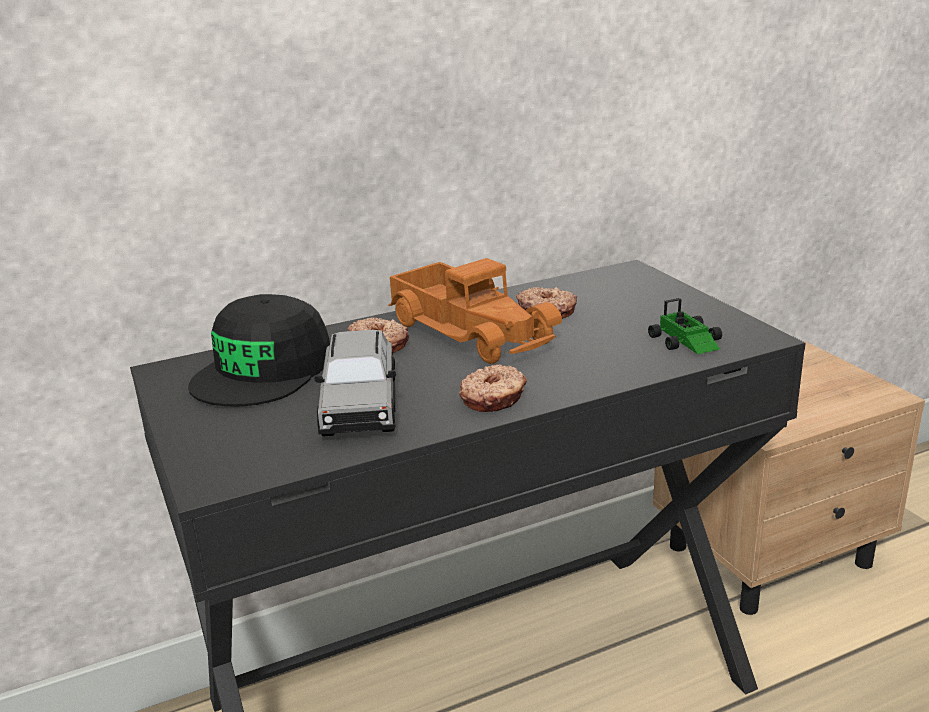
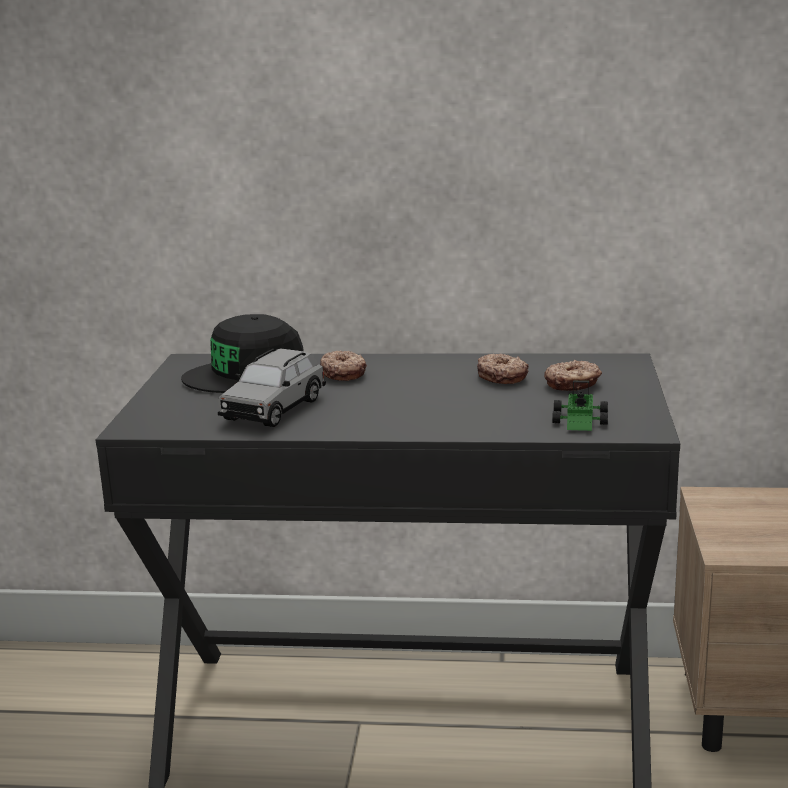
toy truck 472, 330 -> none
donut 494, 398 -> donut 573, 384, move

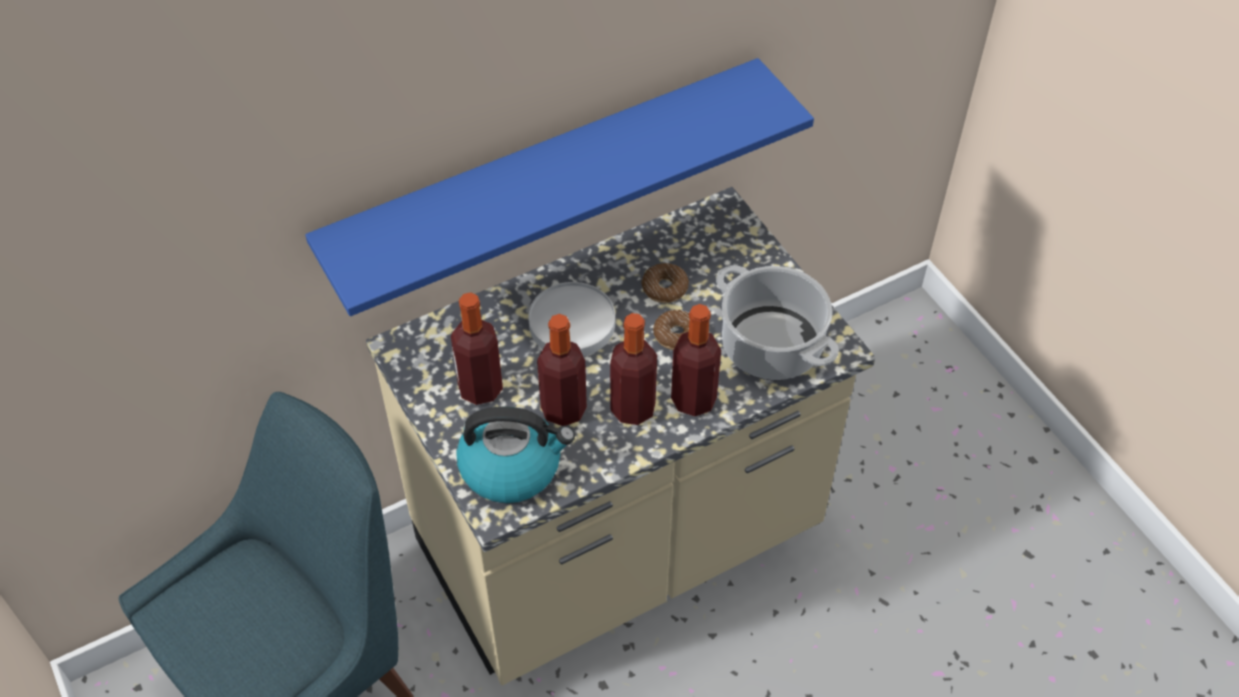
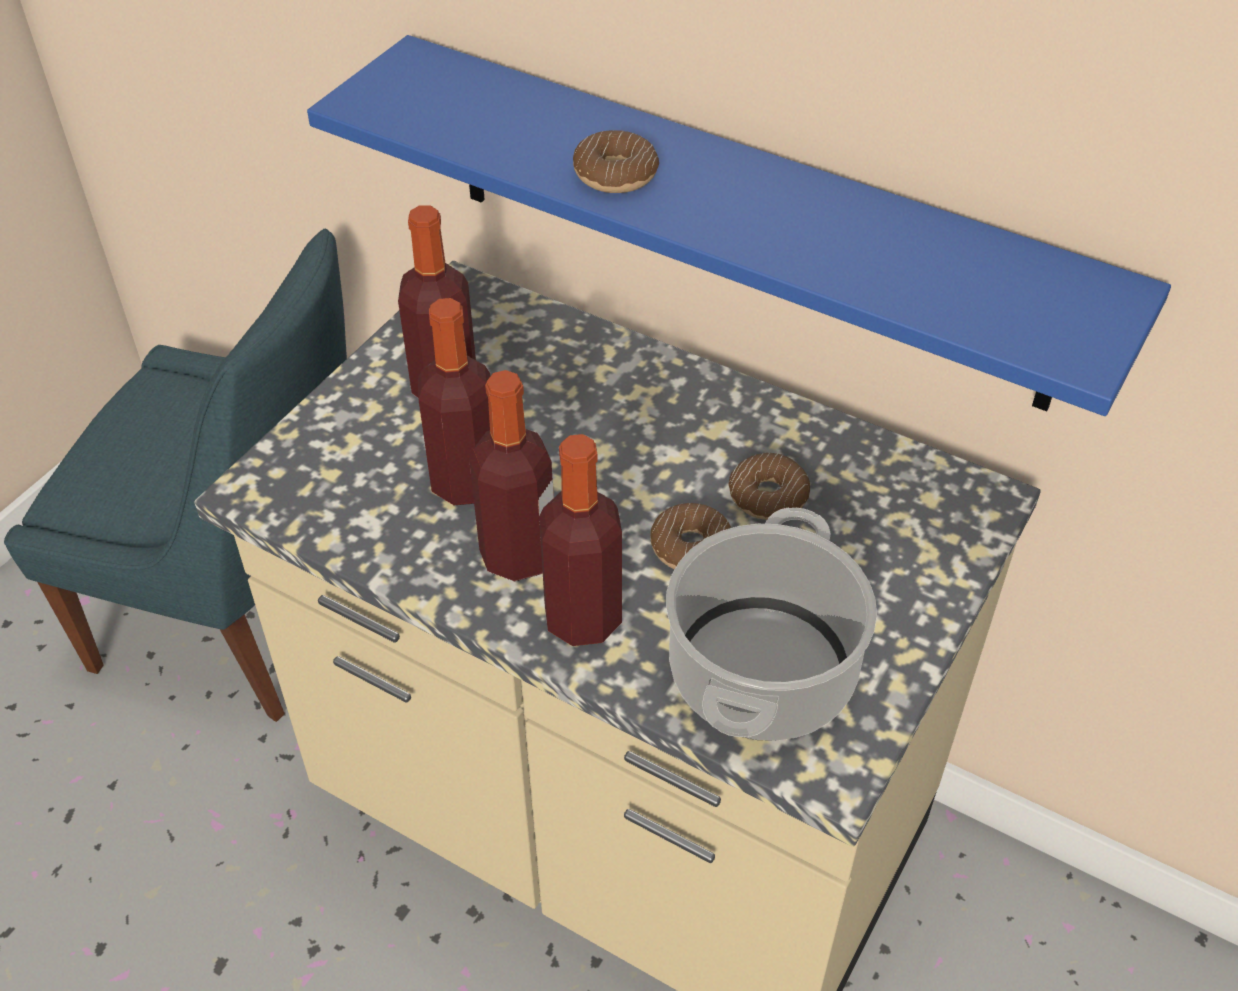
white plate 572, 324 -> none
kettle 512, 467 -> none
none -> donut 615, 174

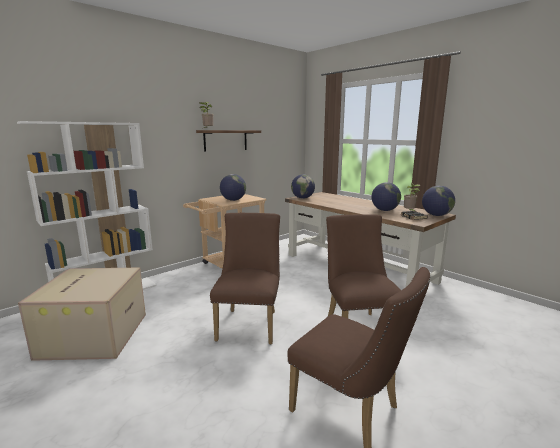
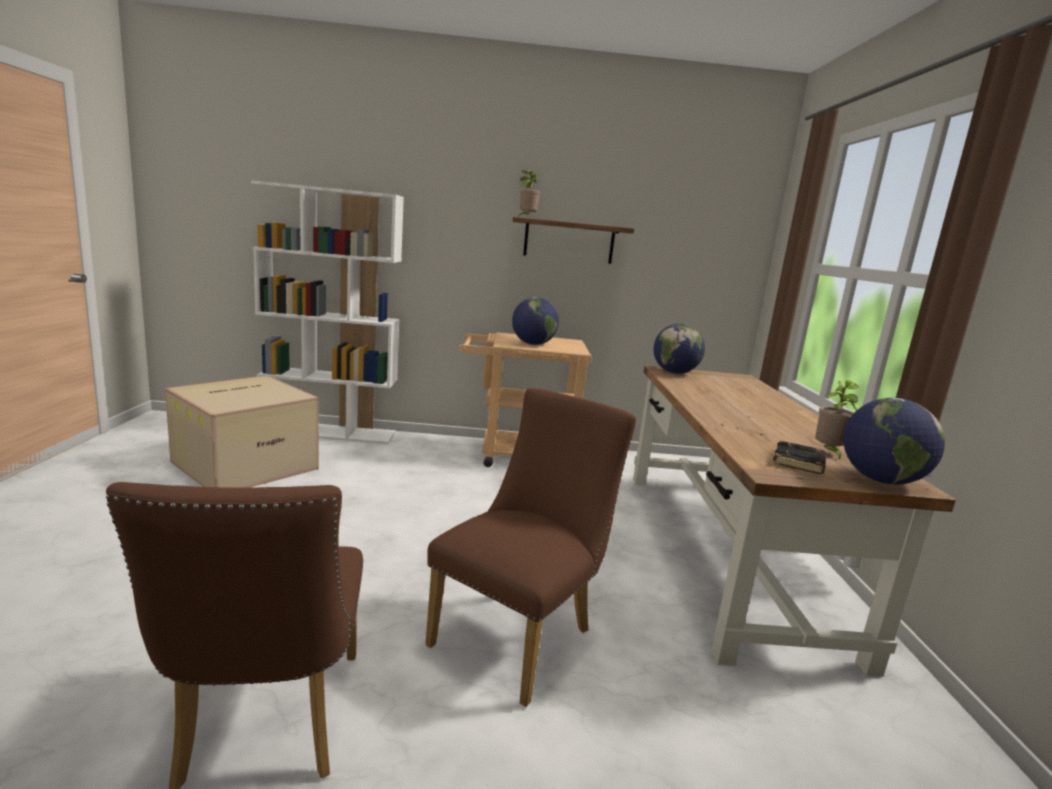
globe 384, 210 -> none
brown chair 250, 323 -> none

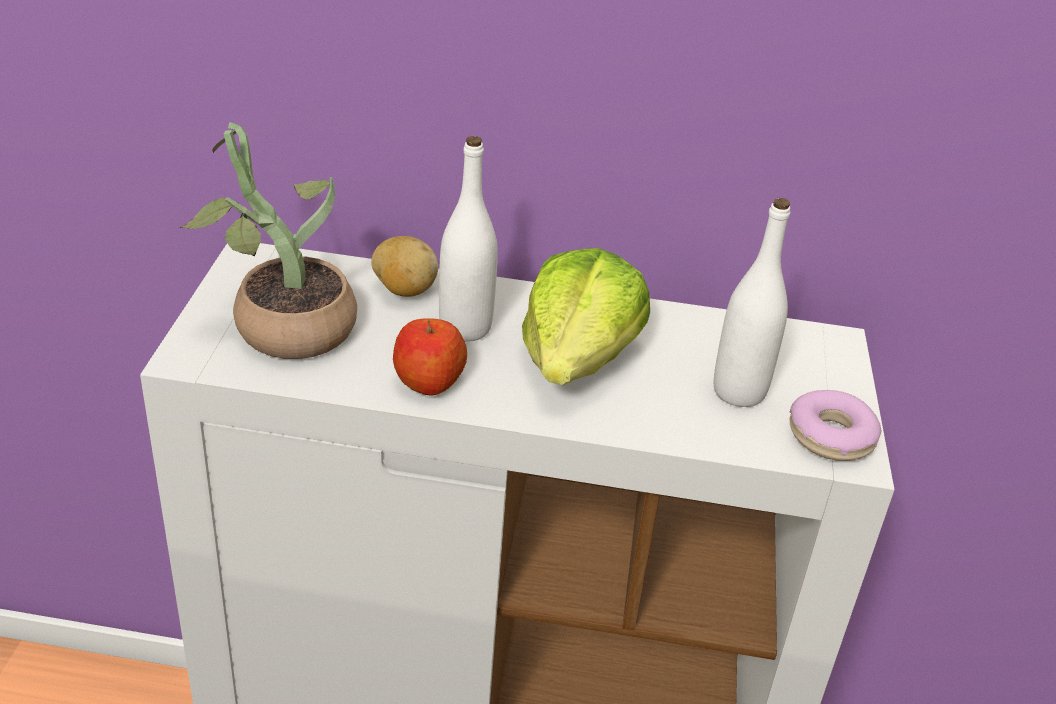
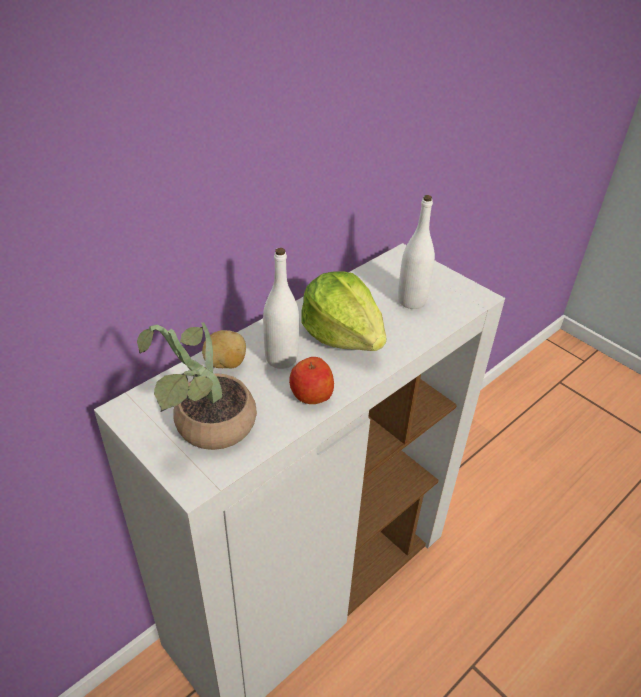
donut 831, 436 -> none

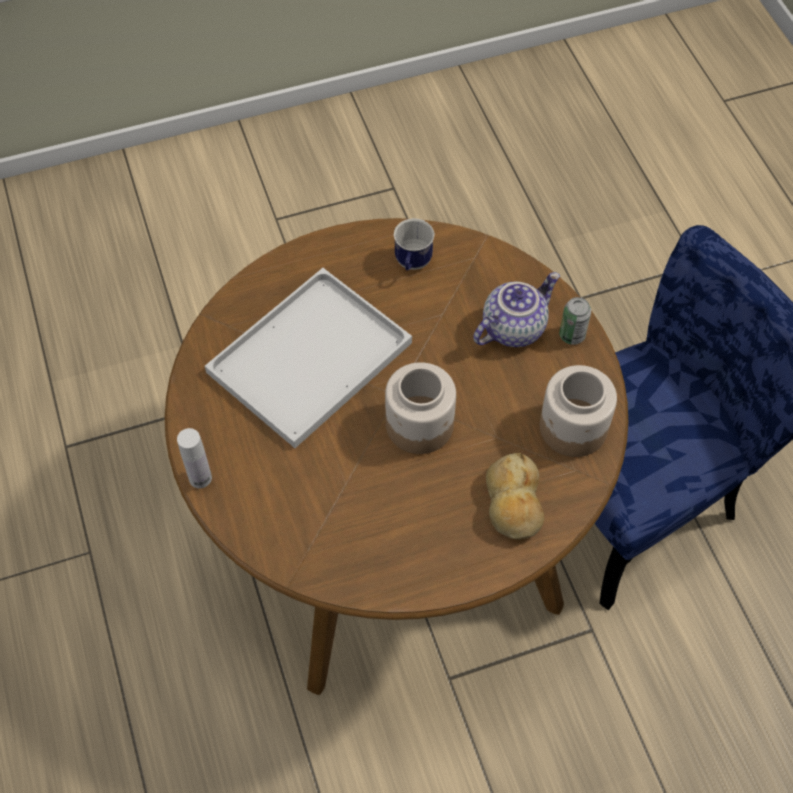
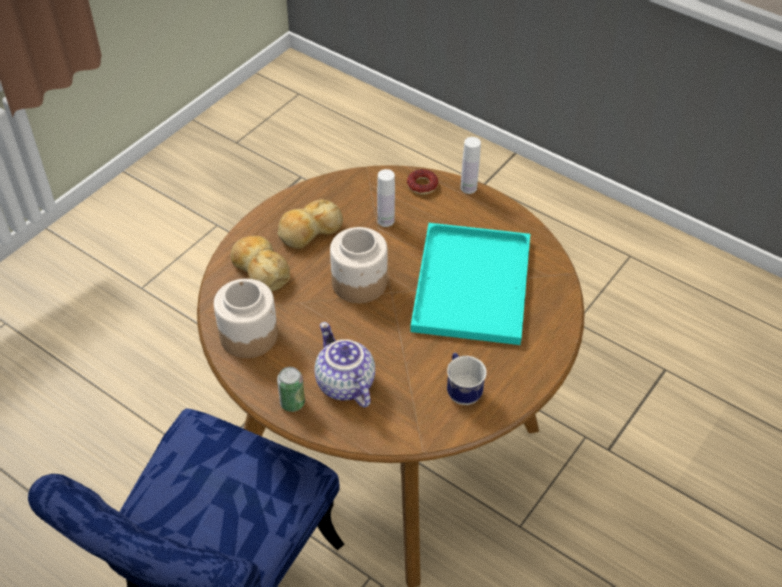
white tray 311, 354 -> turquoise tray 473, 287
teapot 513, 327 -> teapot 343, 384, 135 degrees clockwise
none -> white bottle 385, 221
none -> donut 422, 185
none -> bread 309, 231

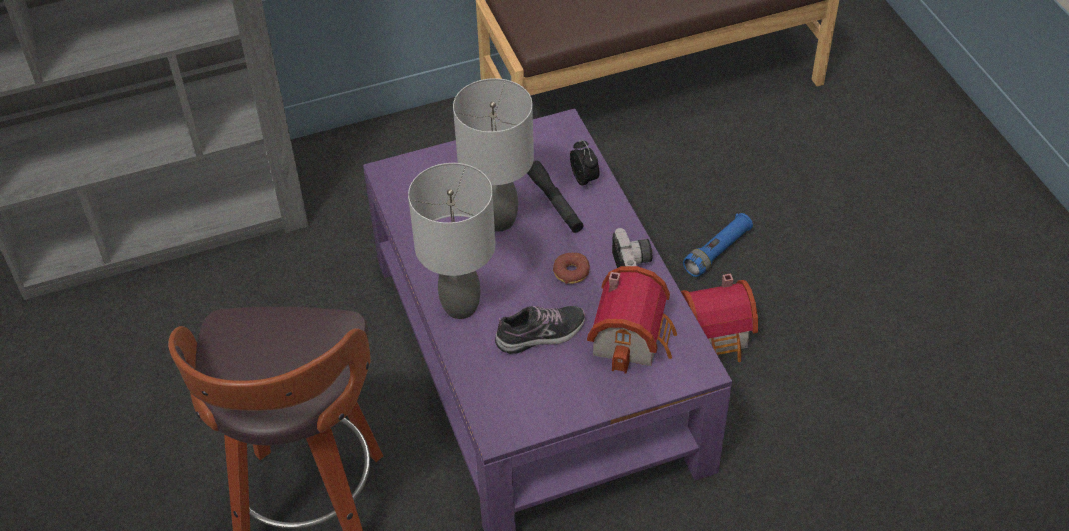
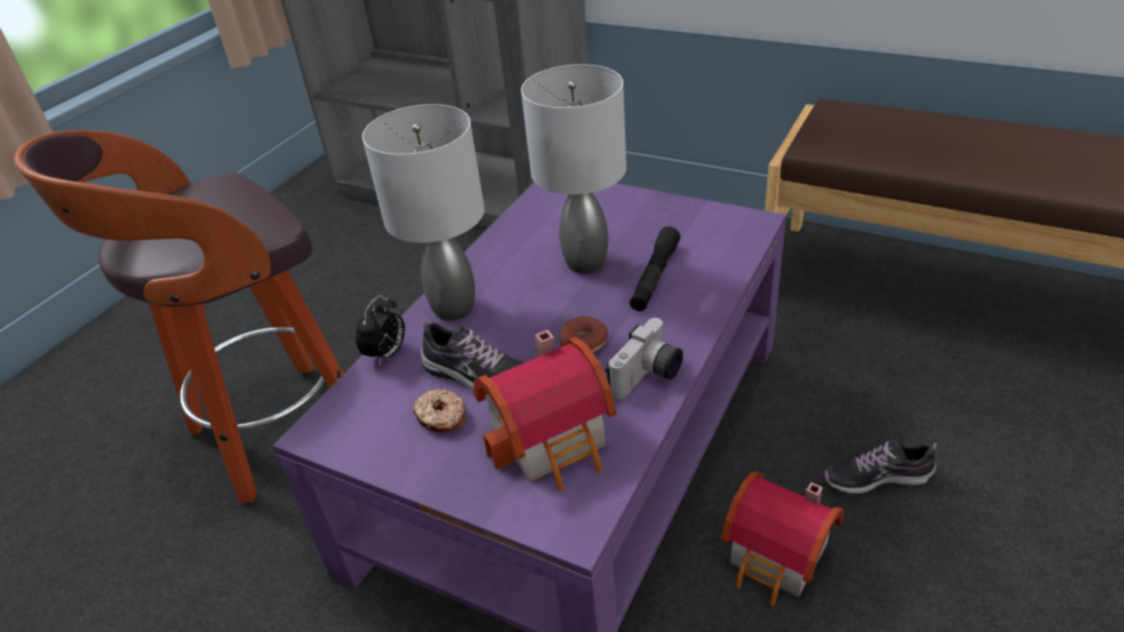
alarm clock 585, 179 -> alarm clock 387, 354, move
blue flashlight 717, 252 -> shoe 877, 477
none -> donut 441, 418

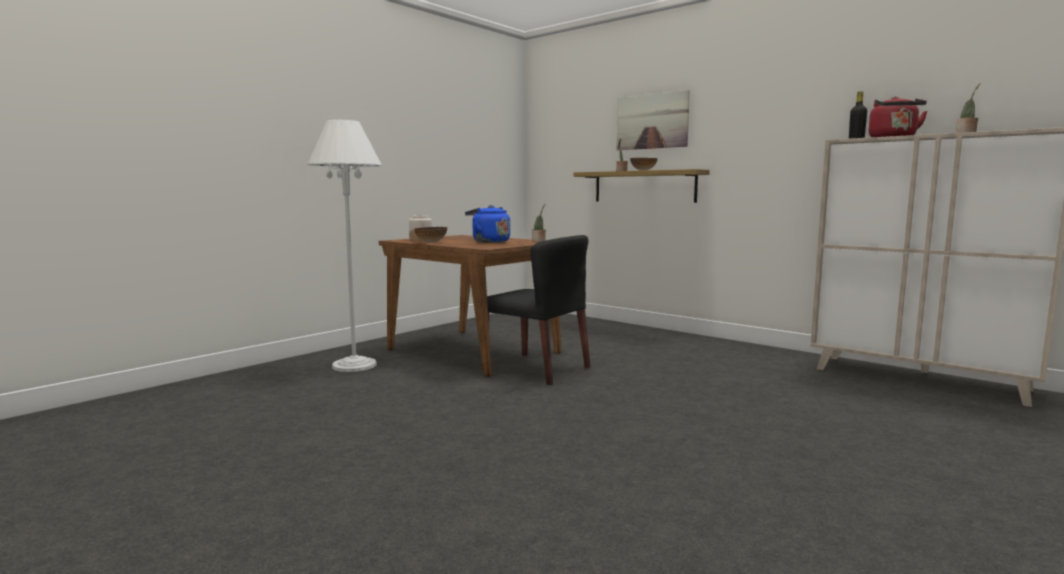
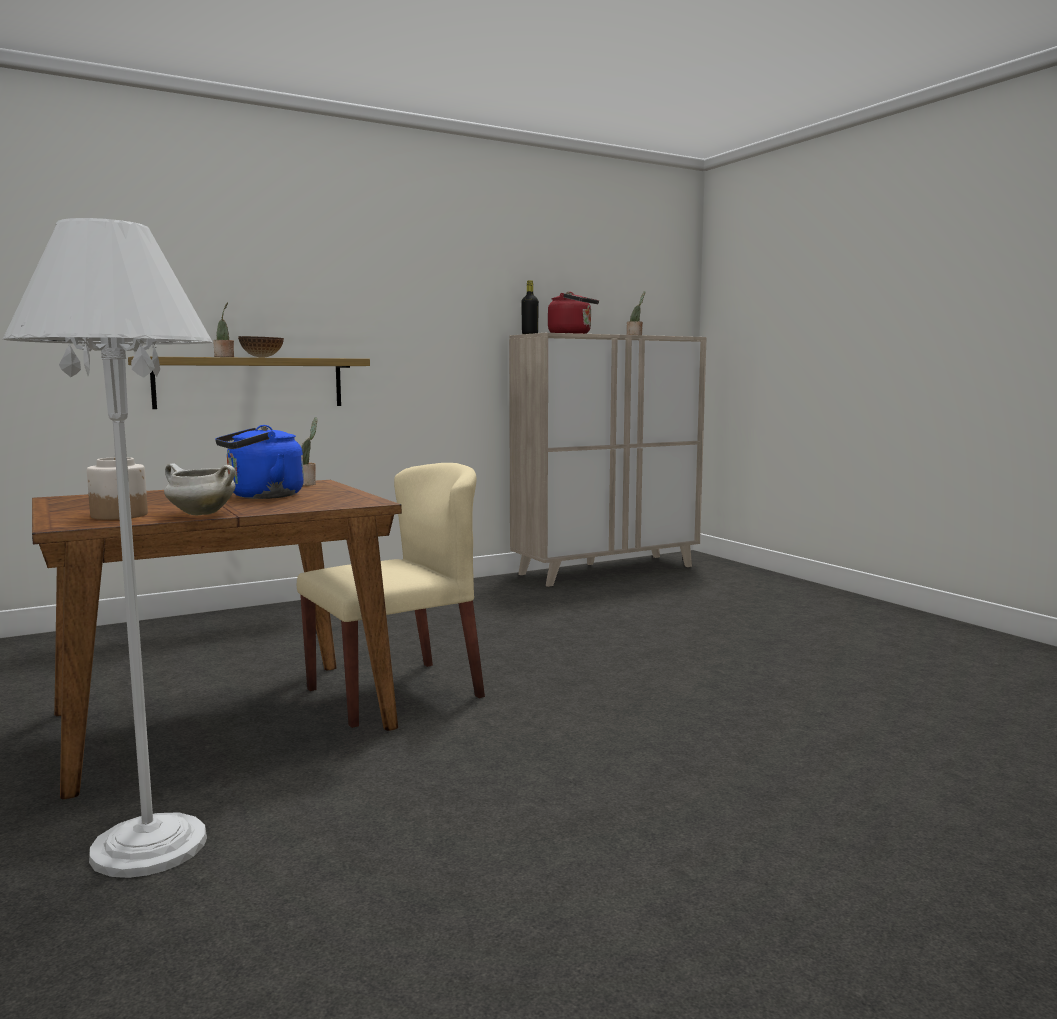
picture 652, 121 -> none
bowl 430, 242 -> white cooking pot 200, 514
black chair 537, 368 -> beige chair 396, 692

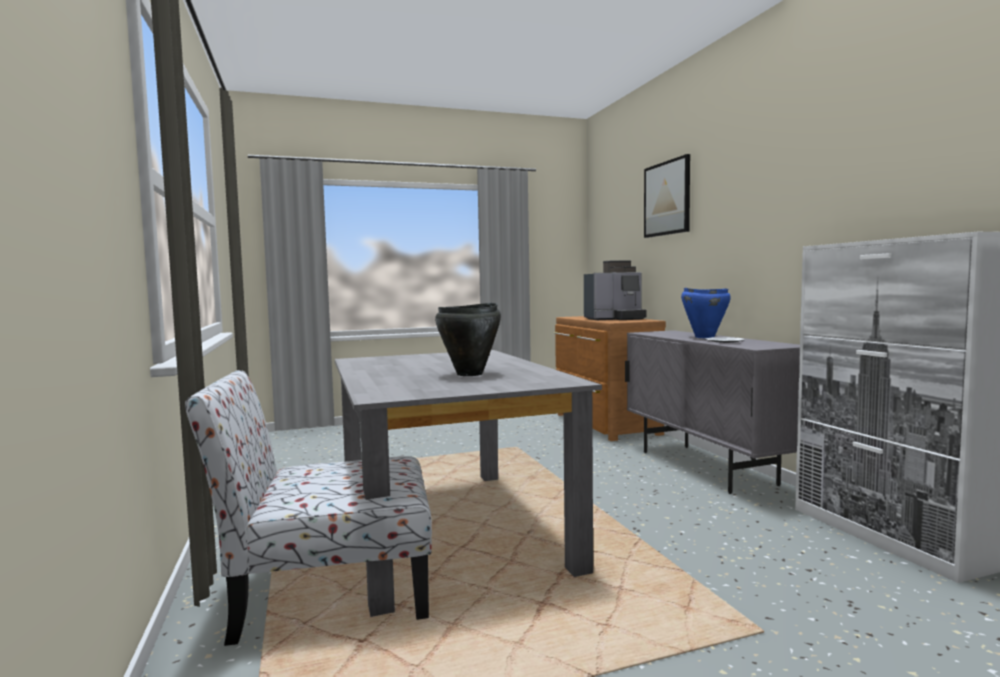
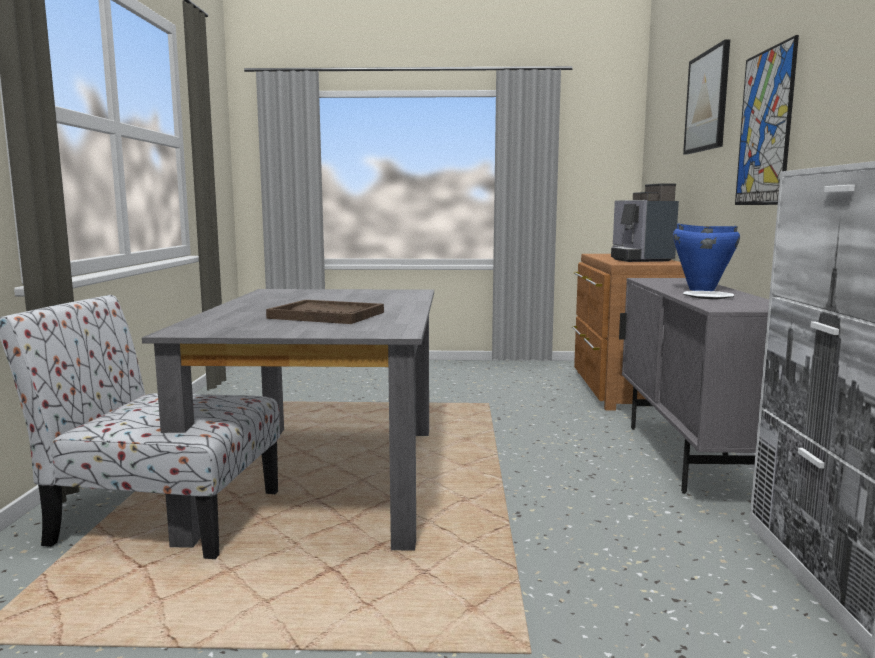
coffee machine 615, 319 -> coffee machine 639, 259, 75 degrees clockwise
black cooking pot 470, 374 -> brown tray 327, 315
none -> picture 765, 128

